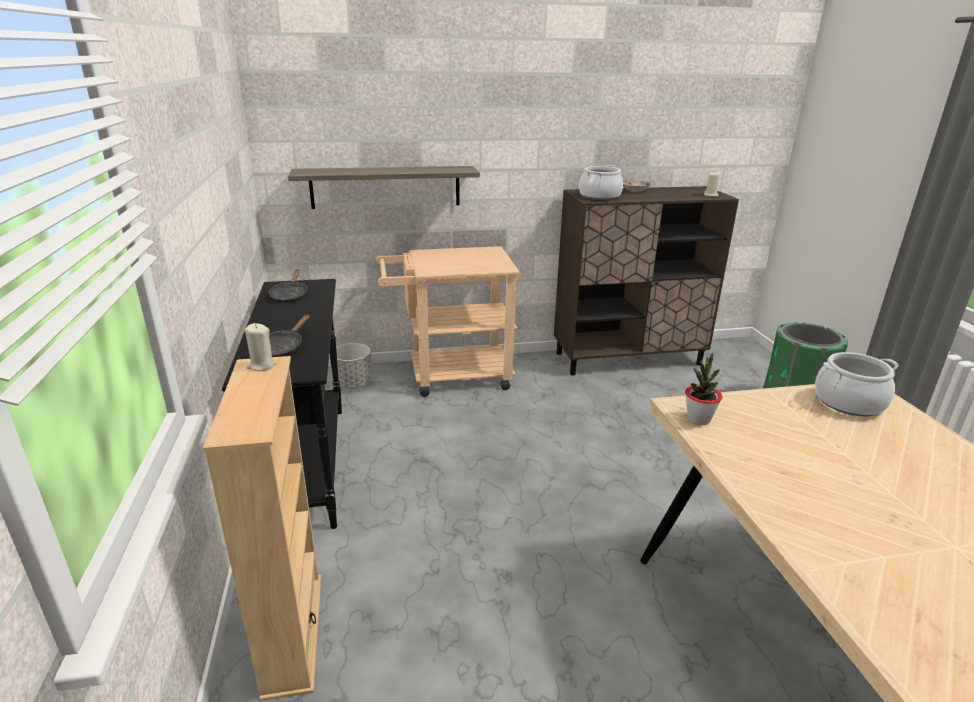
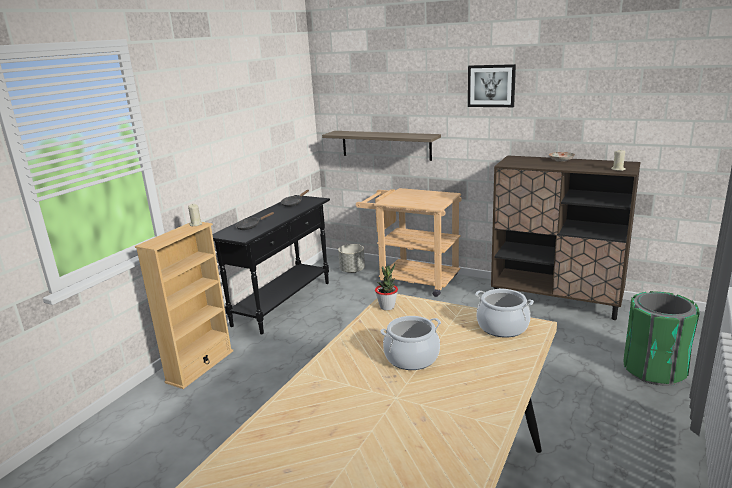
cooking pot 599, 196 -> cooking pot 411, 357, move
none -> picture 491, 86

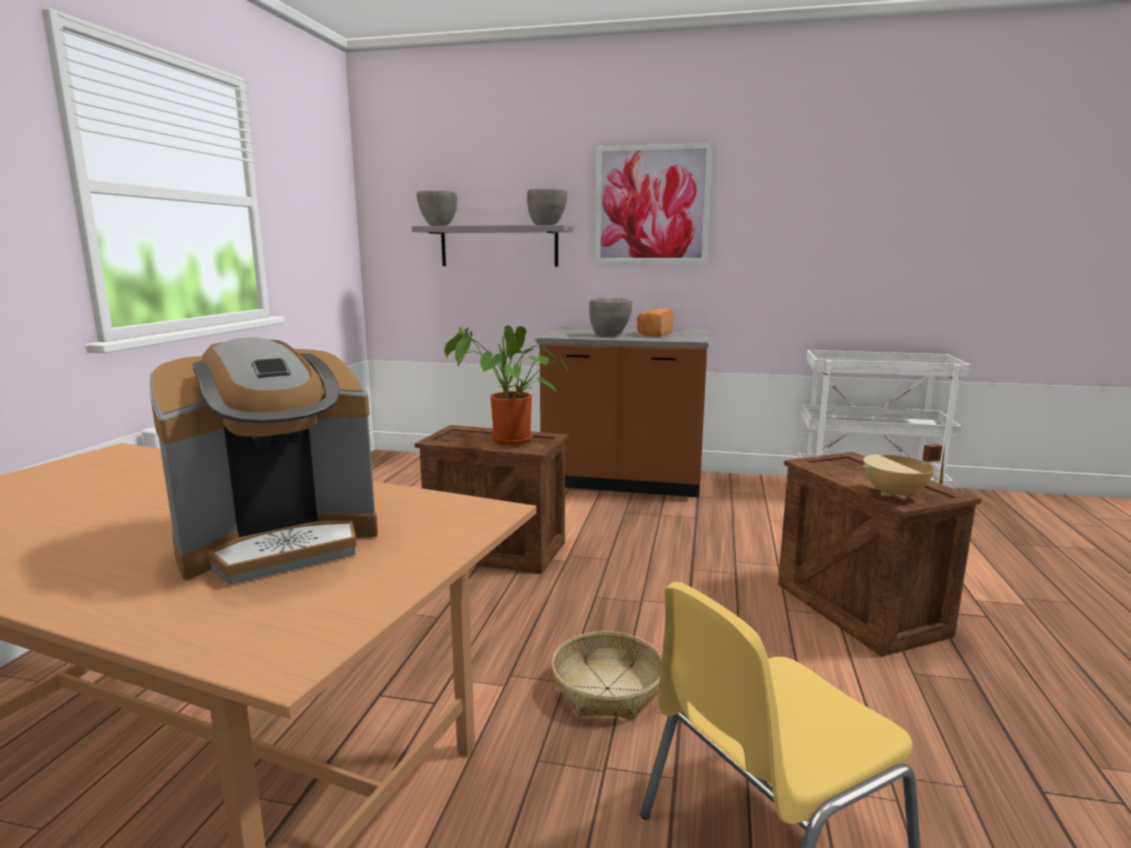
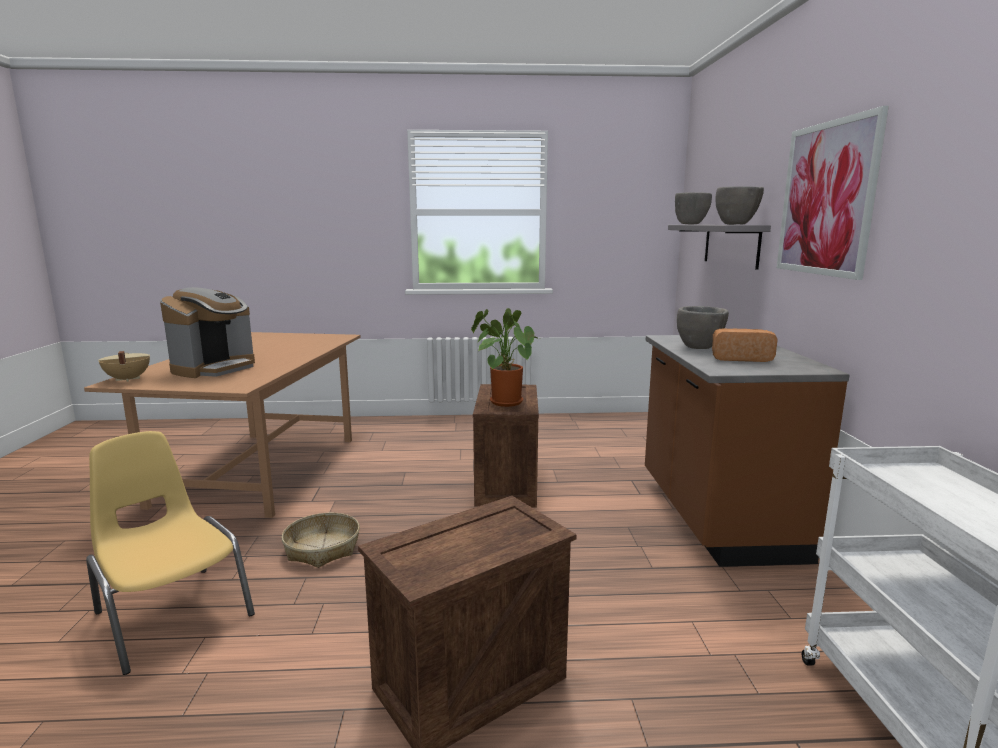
coffee machine 279, 542 -> coffee machine 215, 368, 105 degrees counterclockwise
beige cooking pot 895, 494 -> beige cooking pot 127, 379, move

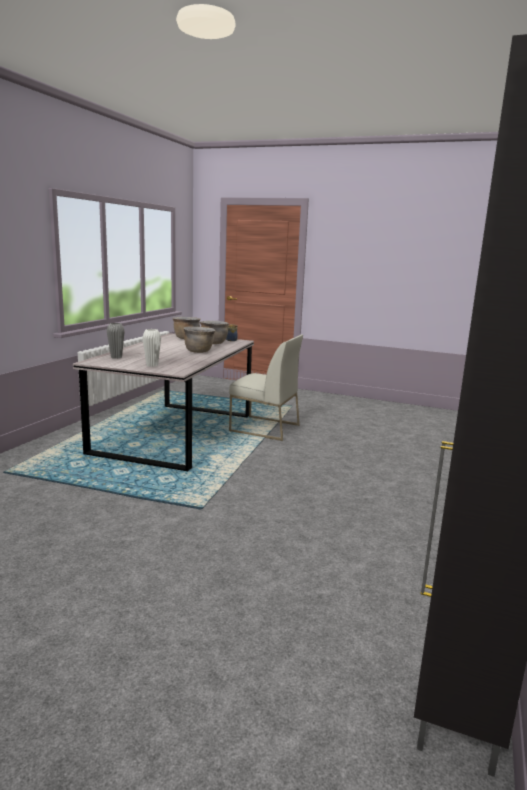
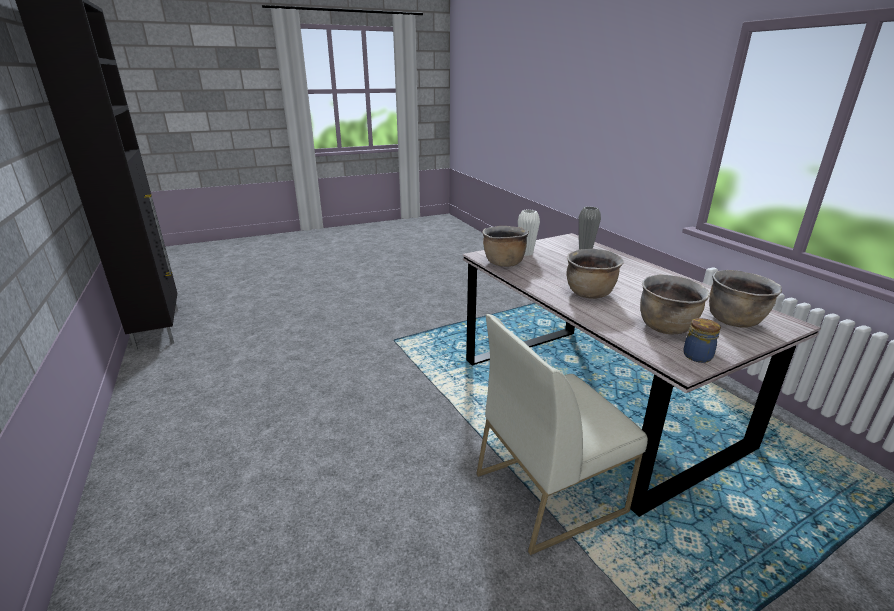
none -> brown cooking pot 503, 263

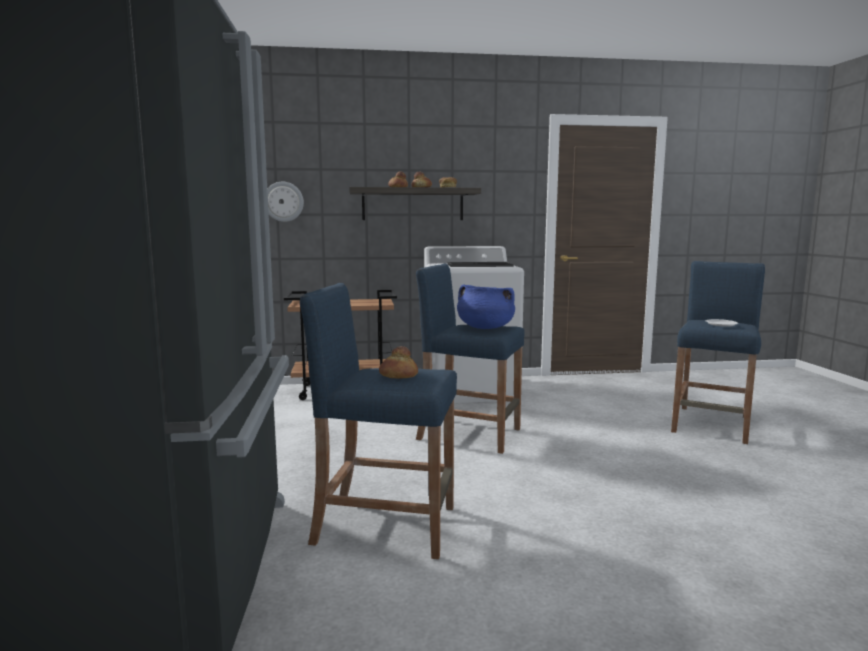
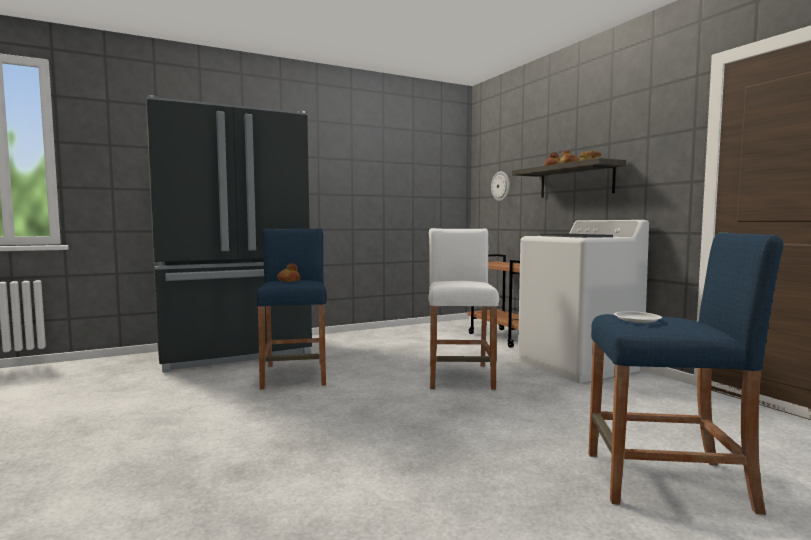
blue stool 469, 434 -> white stool 460, 376
blue cooking pot 485, 328 -> none

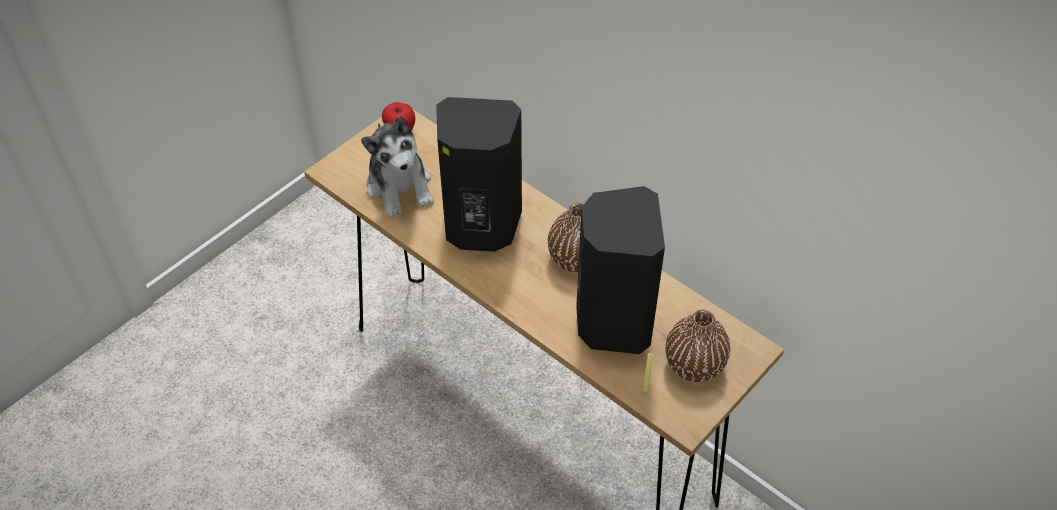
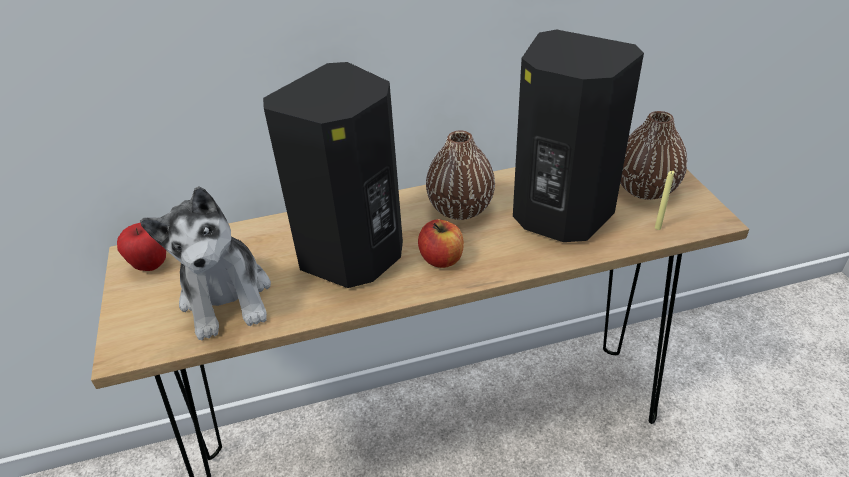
plush toy 400, 187 -> plush toy 227, 297, 60 degrees clockwise
none -> apple 441, 259

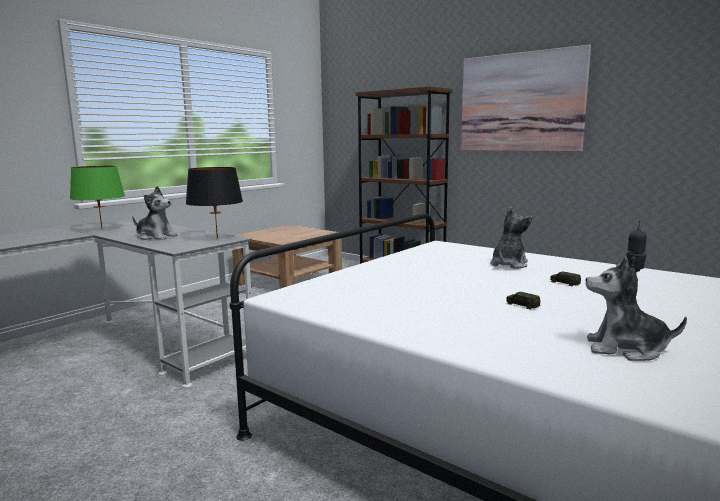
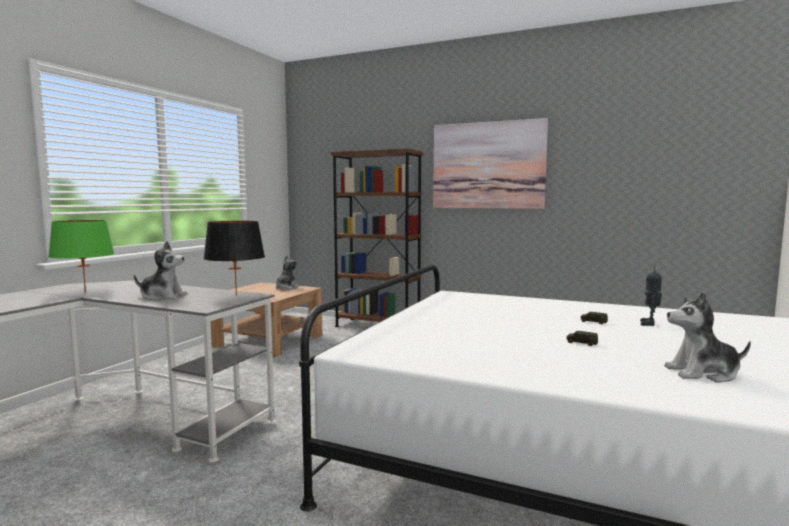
plush toy 508, 264 -> plush toy 286, 288, move

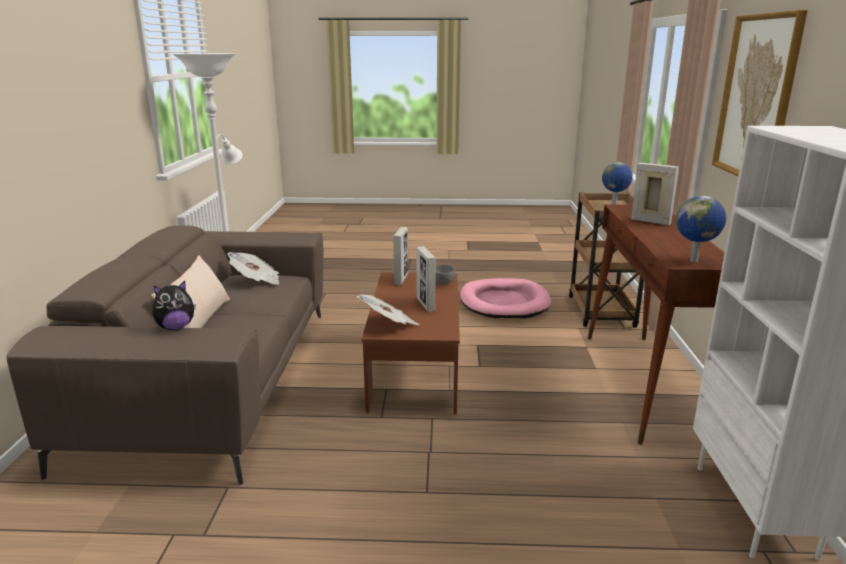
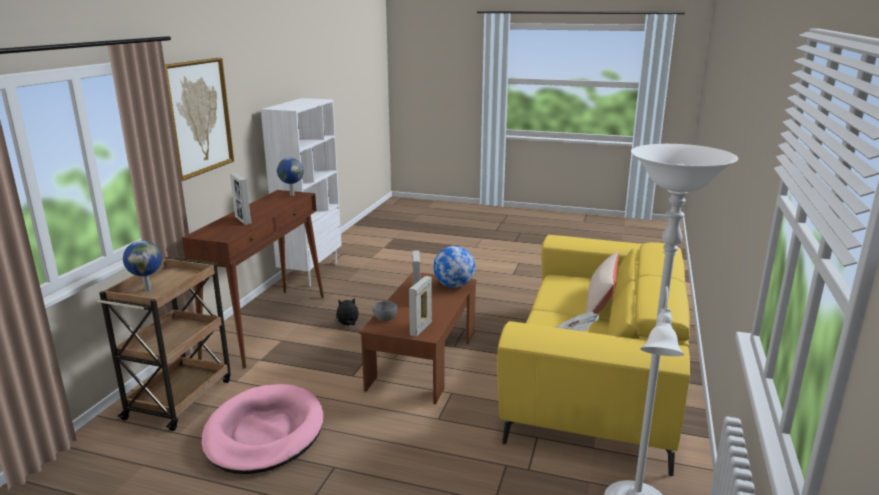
brown sofa 215, 379 -> yellow sofa 595, 373
plush toy 176, 327 -> plush toy 348, 325, move
newspaper 388, 325 -> globe 454, 286

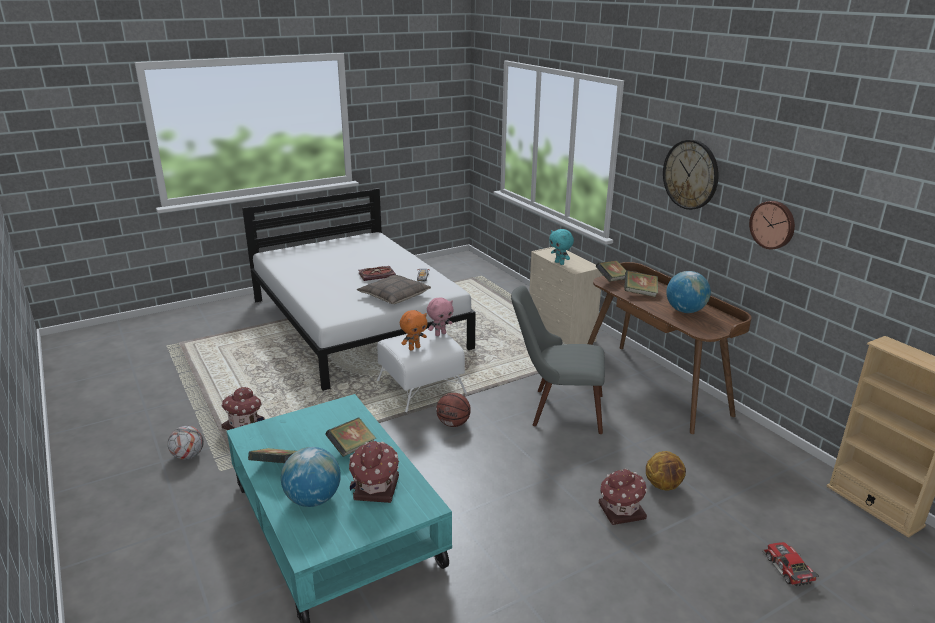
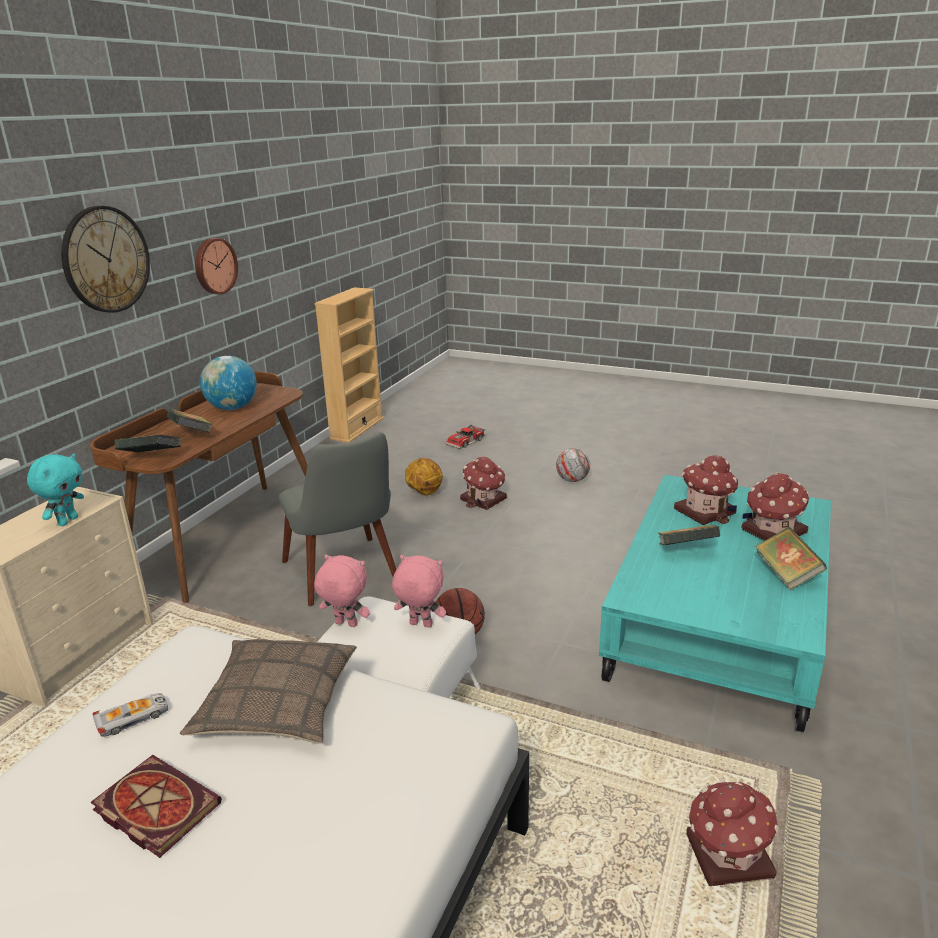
orange plush toy 414, 348 -> pink plush toy 420, 625
football 188, 456 -> football 572, 480, move
globe 313, 499 -> toy house 772, 532

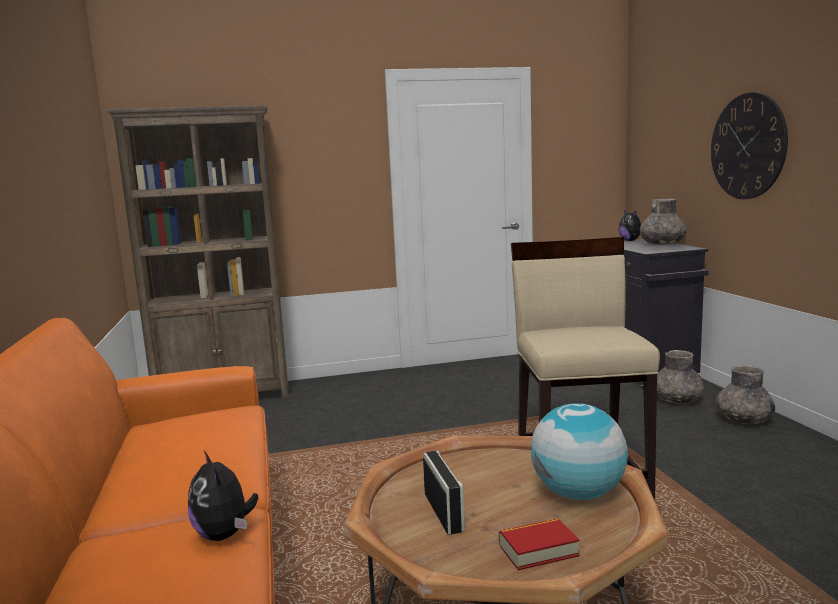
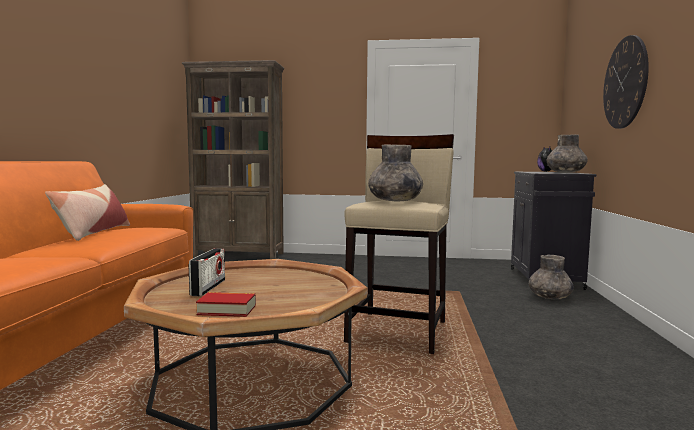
grey vase 744, 420 -> grey vase 394, 201, move
globe 578, 494 -> none
plush toy 225, 535 -> none
none -> pillow 93, 233

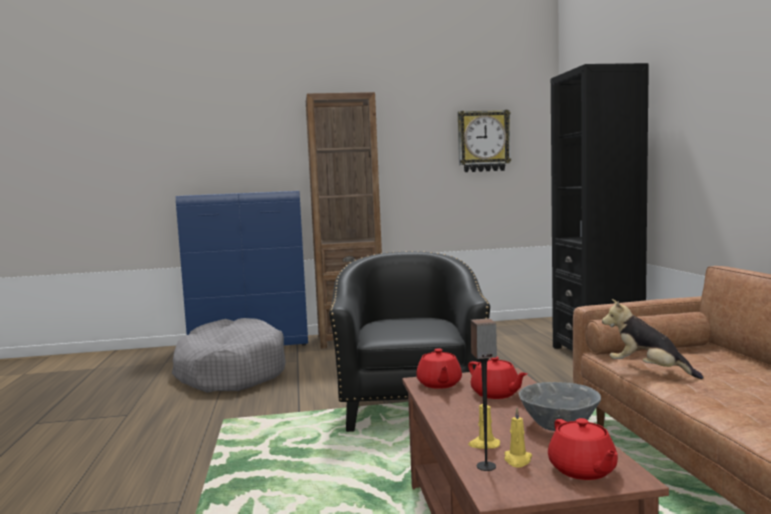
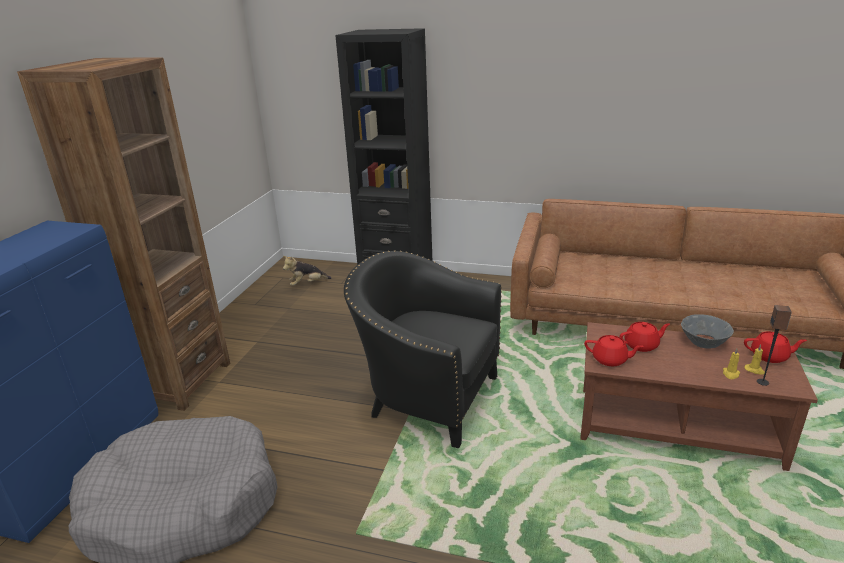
wall clock 483, 141 -> none
plush toy 648, 370 -> plush toy 307, 284, move

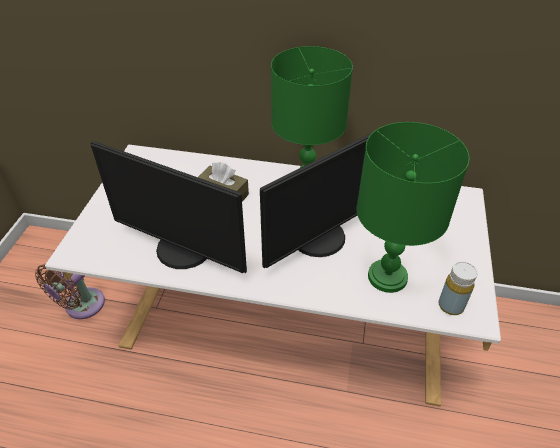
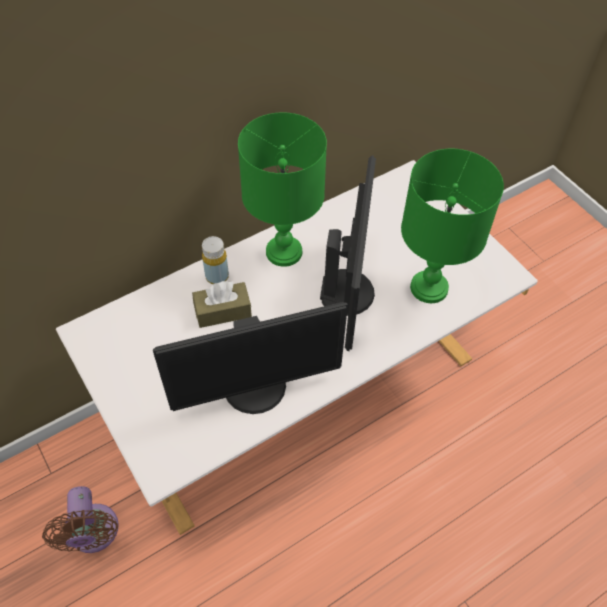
yellow bottle 451, 306 -> yellow bottle 217, 276, move

